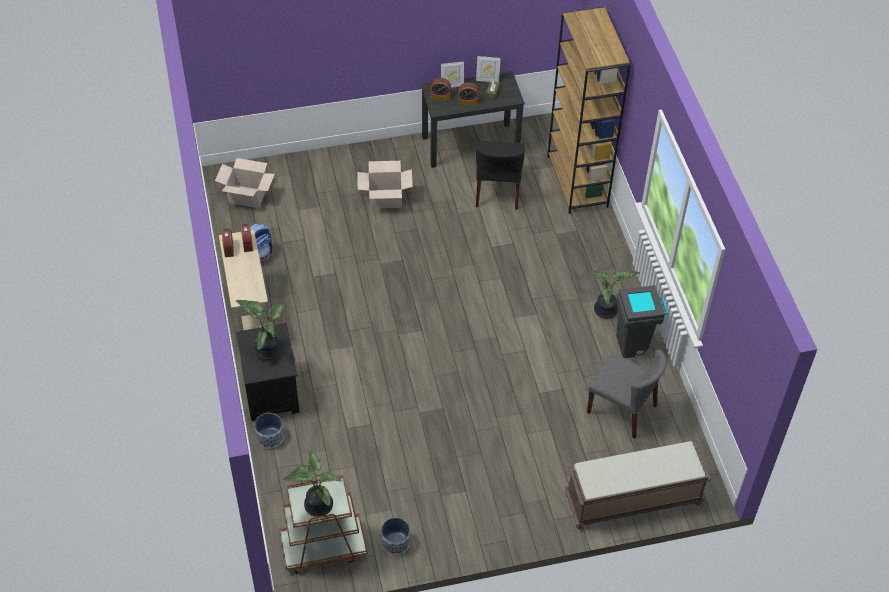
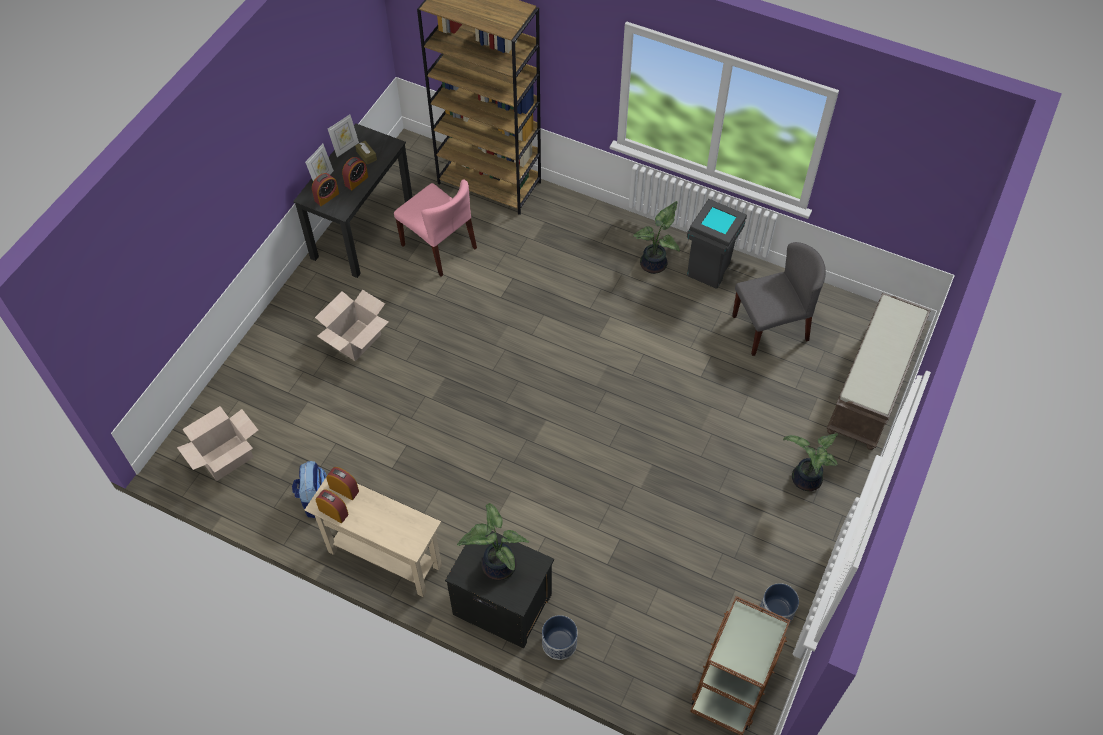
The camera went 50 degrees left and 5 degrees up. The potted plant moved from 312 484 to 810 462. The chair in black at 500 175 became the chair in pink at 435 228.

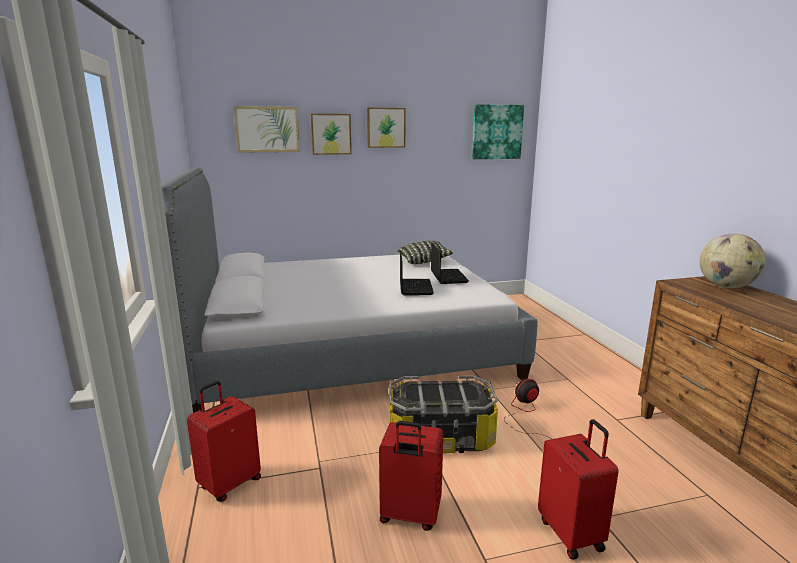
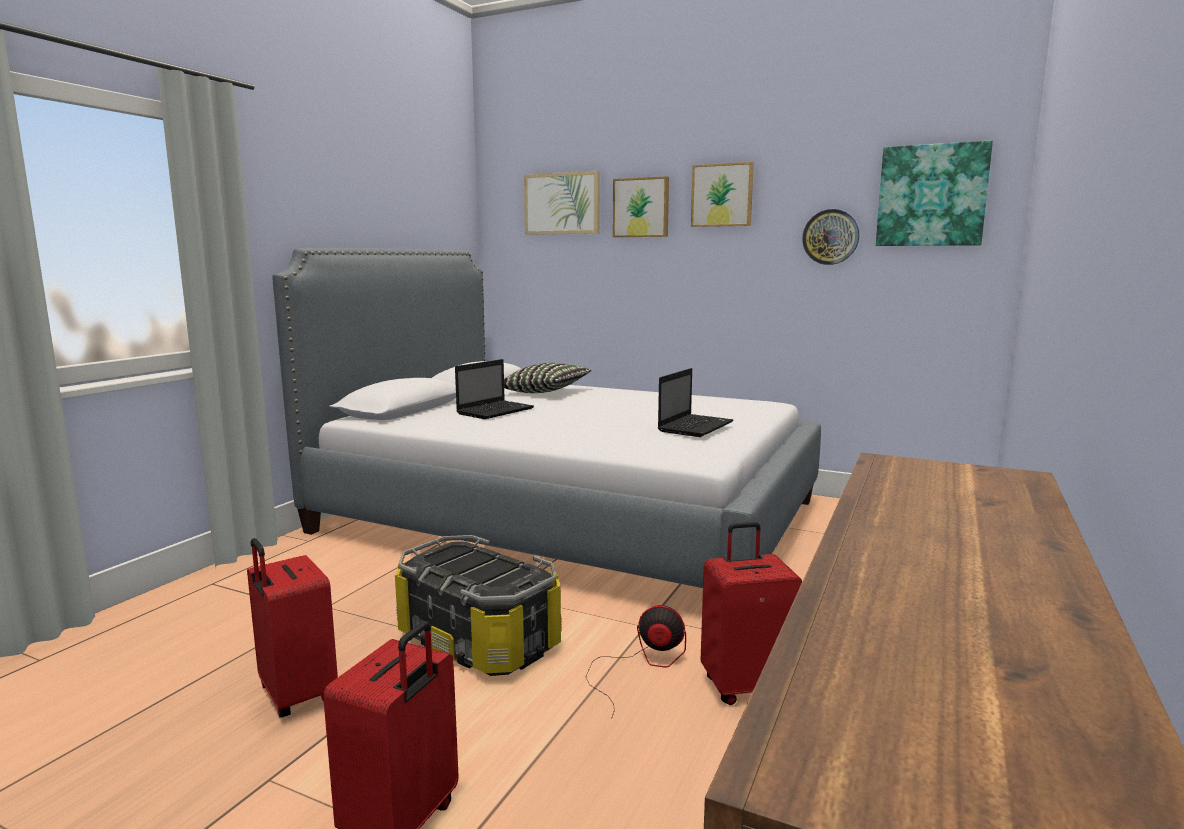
The camera went 40 degrees right and 5 degrees down. The suitcase in red moved from 224 441 to 751 613. The pillow moved from 425 252 to 548 378. The laptop moved from 417 272 to 494 389. The globe at 733 260 disappeared. The wall clock at 830 237 appeared.

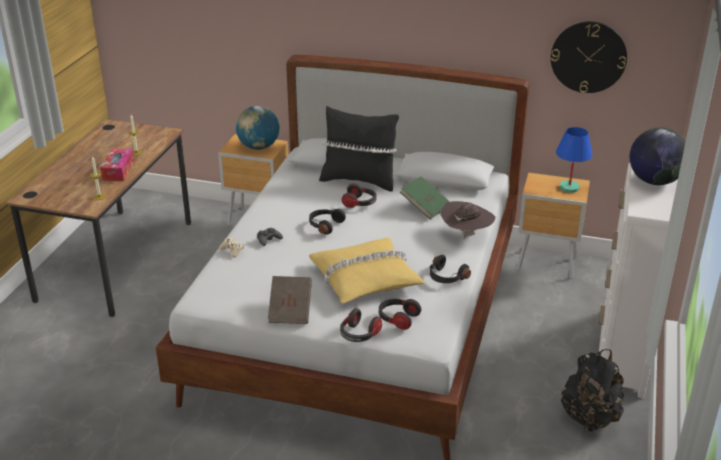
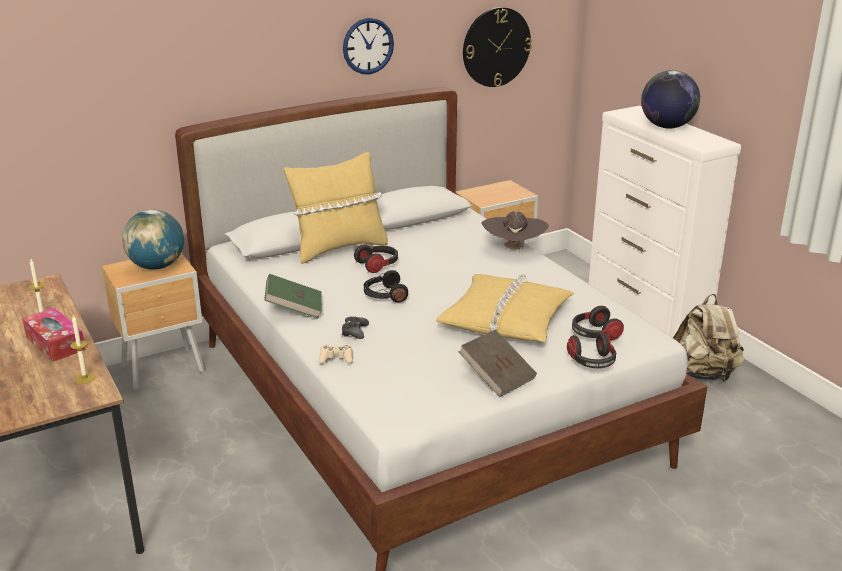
The camera went 45 degrees left and 5 degrees down. The pillow in black at 359 149 became the pillow in yellow at 336 208. The book in green moved from 425 197 to 293 296. The headphones in black at 450 269 disappeared. The table lamp in blue at 574 160 disappeared. The backpack in black at 592 390 became the backpack in beige at 708 338. The wall clock at 368 46 appeared.

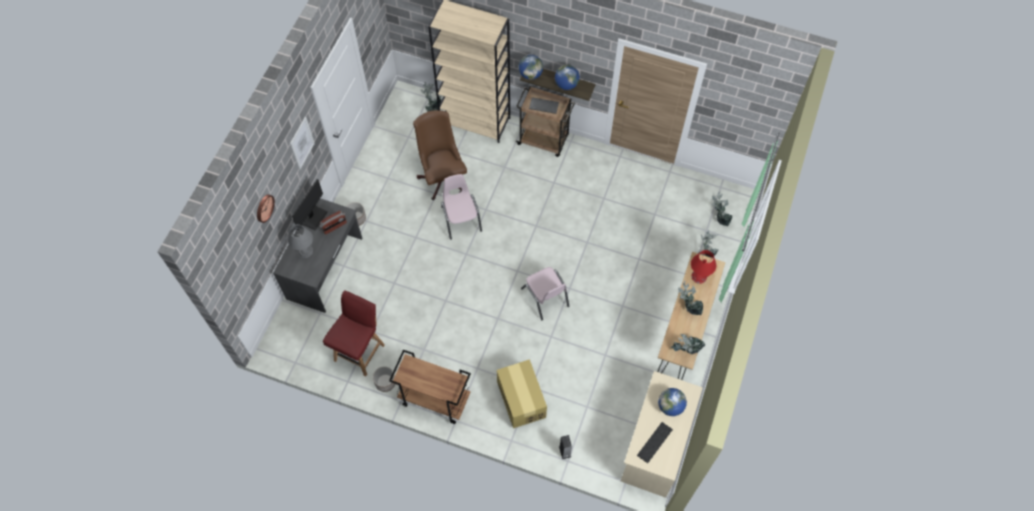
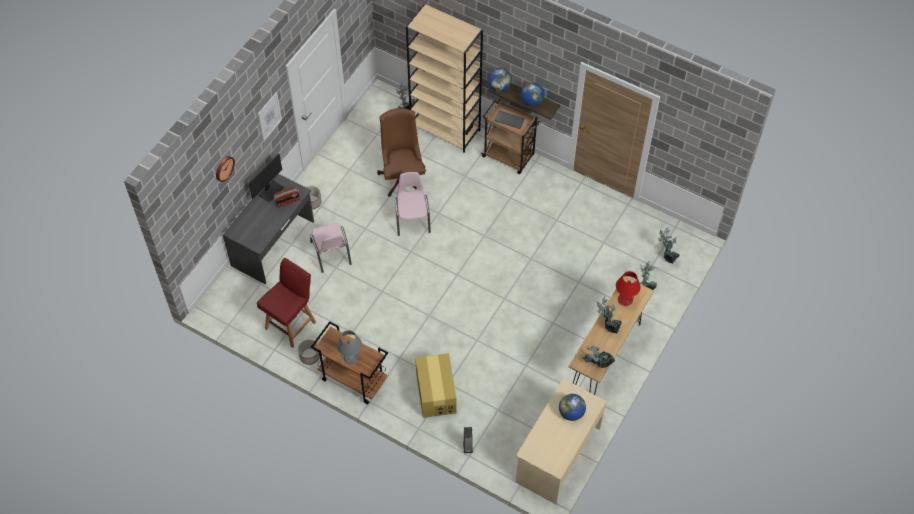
The camera went 10 degrees right and 5 degrees down. The table lamp in grey moved from 300 241 to 349 347. The chair in pink moved from 545 294 to 331 248. The keyboard at 655 442 disappeared.

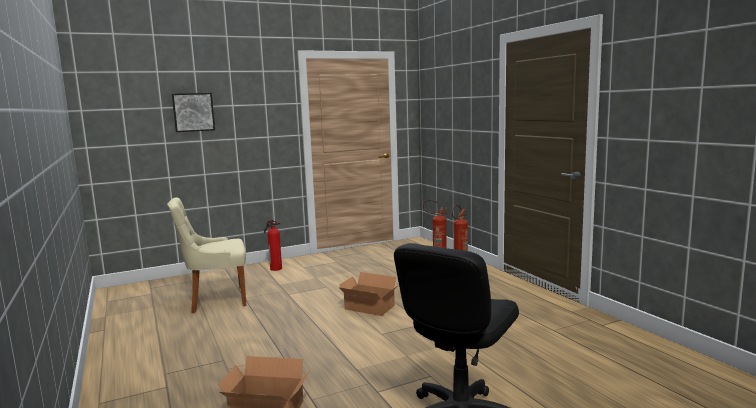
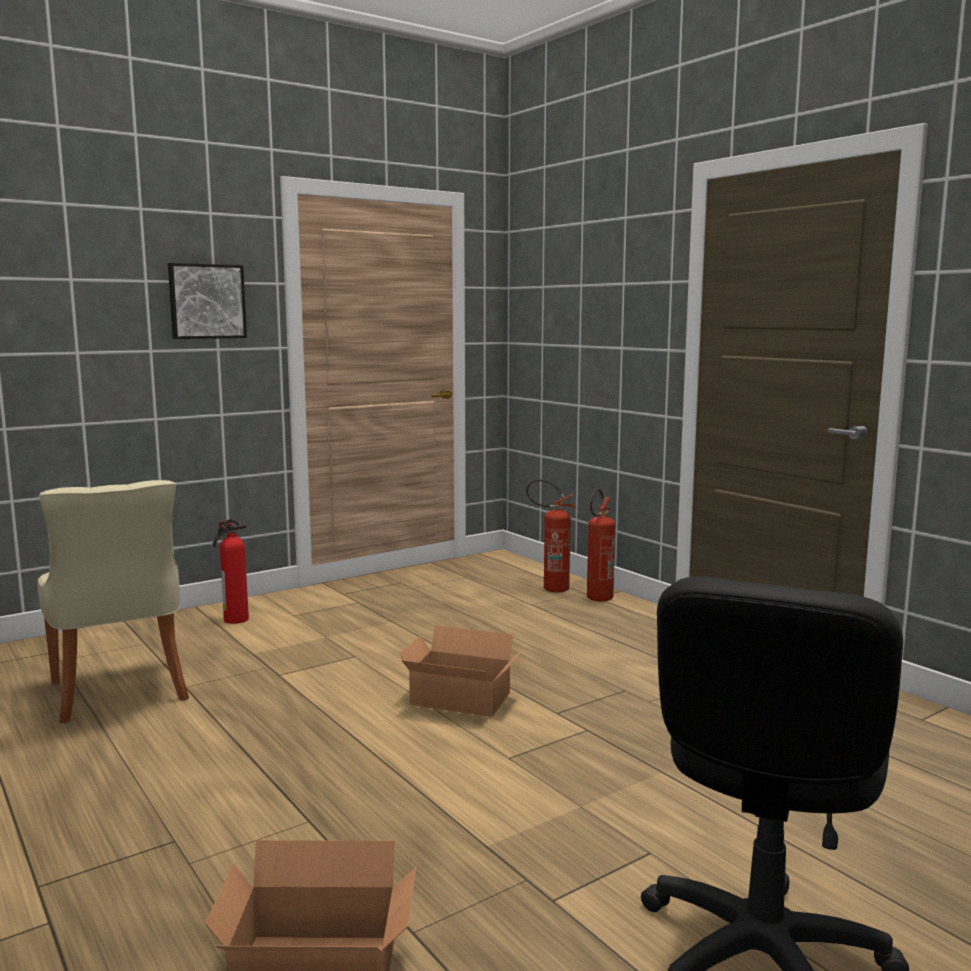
The camera went 10 degrees left and 0 degrees up. The chair in beige at 207 255 turned 90 degrees counterclockwise. The picture moved from 193 112 to 207 301.

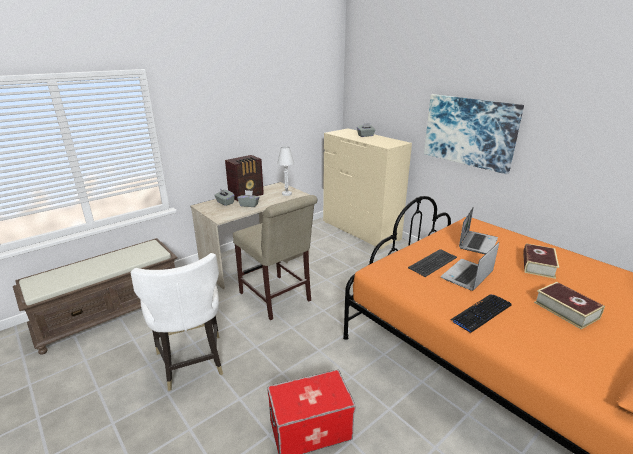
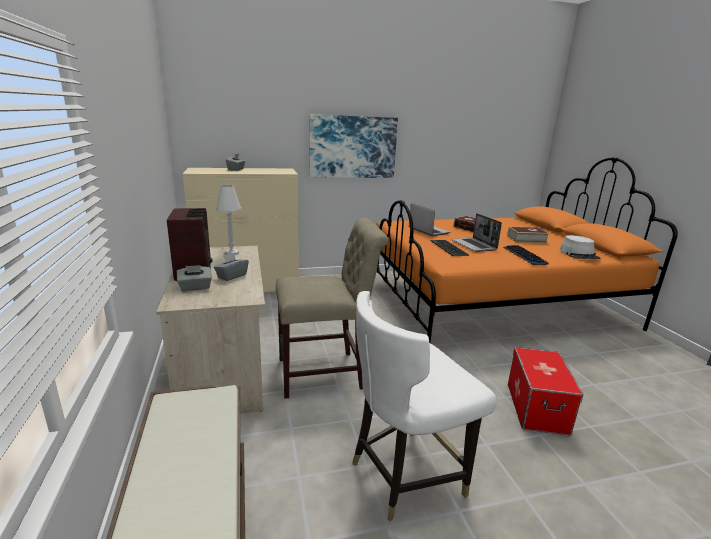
The camera went 65 degrees left and 5 degrees down. The chair in white at 177 322 turned 150 degrees clockwise. The hat in grey at 580 247 appeared.

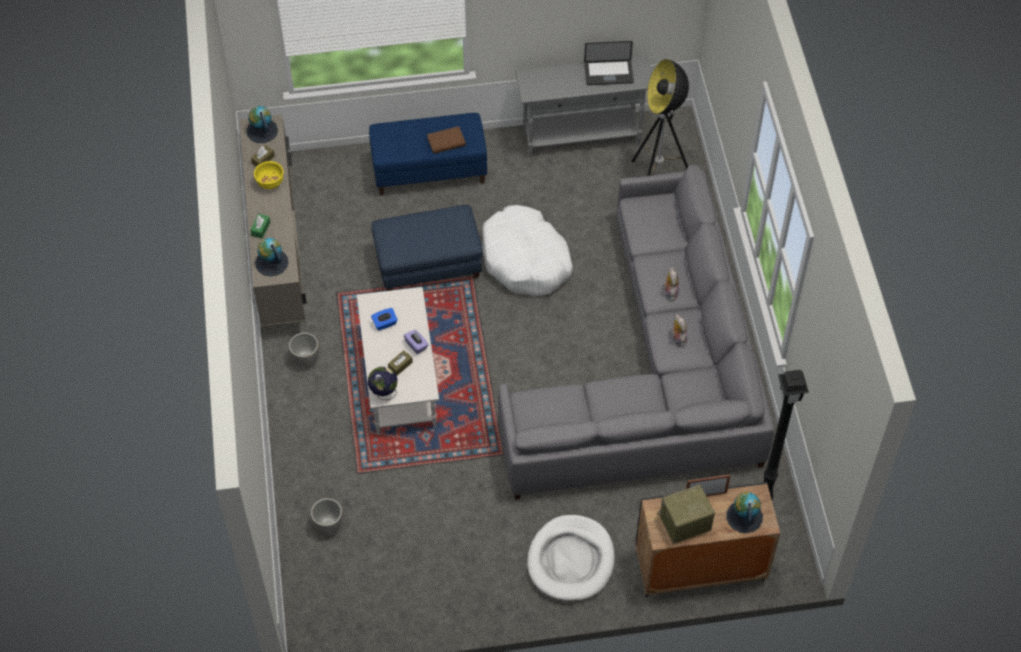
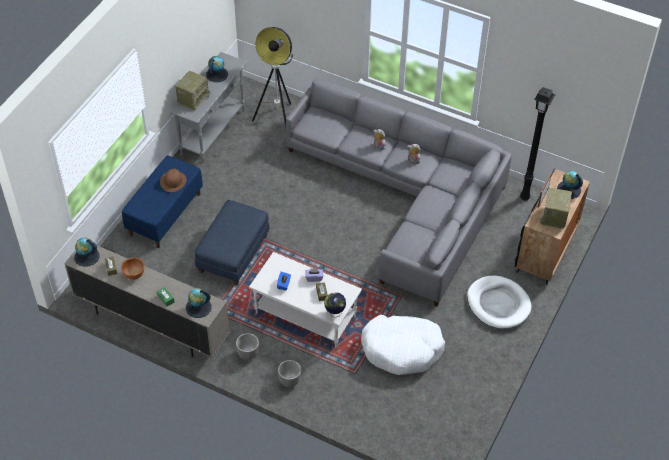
The camera went 55 degrees left and 5 degrees down. The bowl in yellow at 269 175 became the bowl in brown at 133 268. The planter moved from 327 516 to 289 373. The book in brown at 446 140 was replaced by the hat in brown at 173 180. The dog bed in white moved from 527 250 to 403 345. The laptop at 609 63 was replaced by the globe at 217 69. The radio at 192 91 appeared.

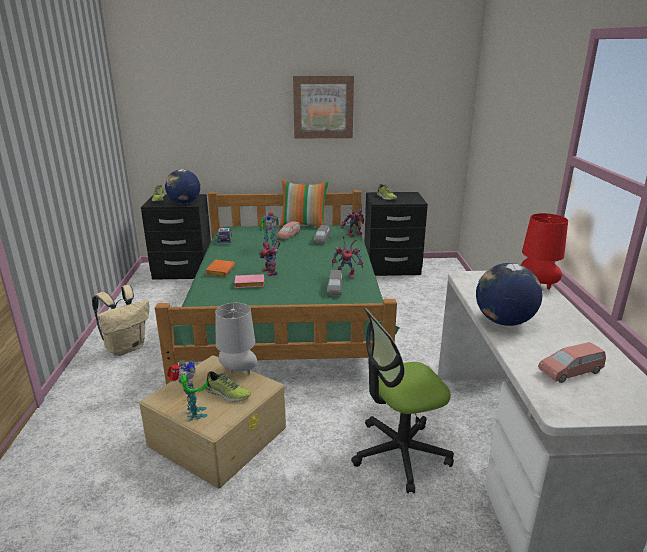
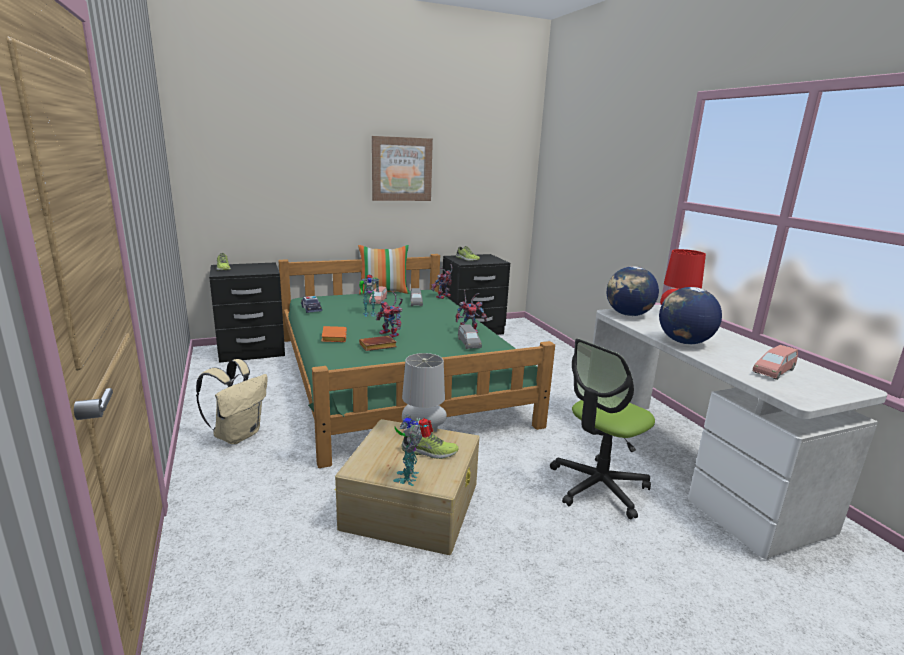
The camera went 20 degrees left and 5 degrees down. The globe moved from 182 186 to 633 291. The toy robot at 187 390 turned 135 degrees counterclockwise. The book in pink at 249 281 became the book in brown at 378 343.

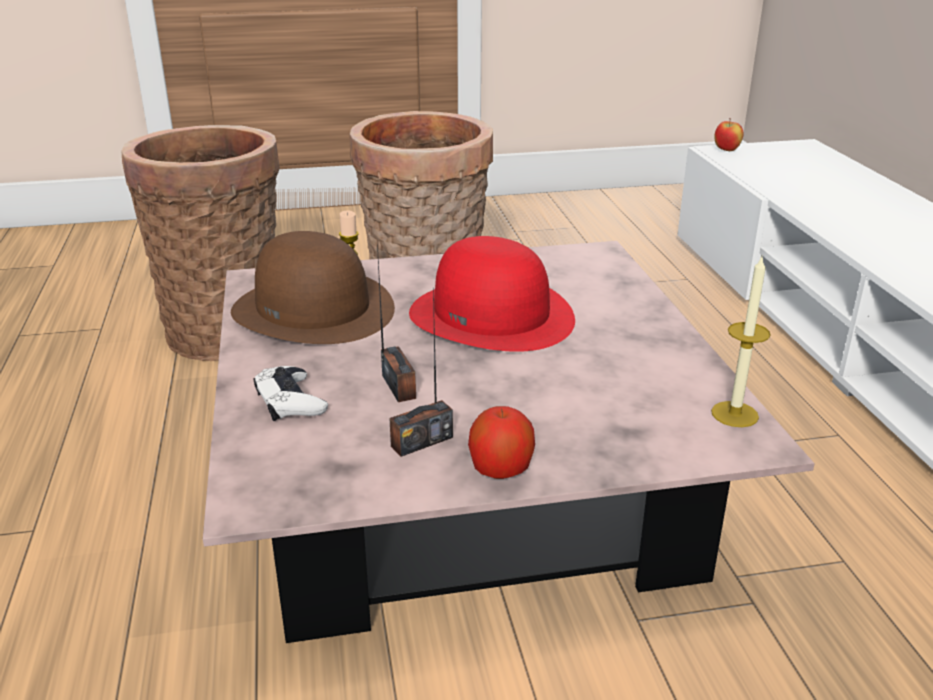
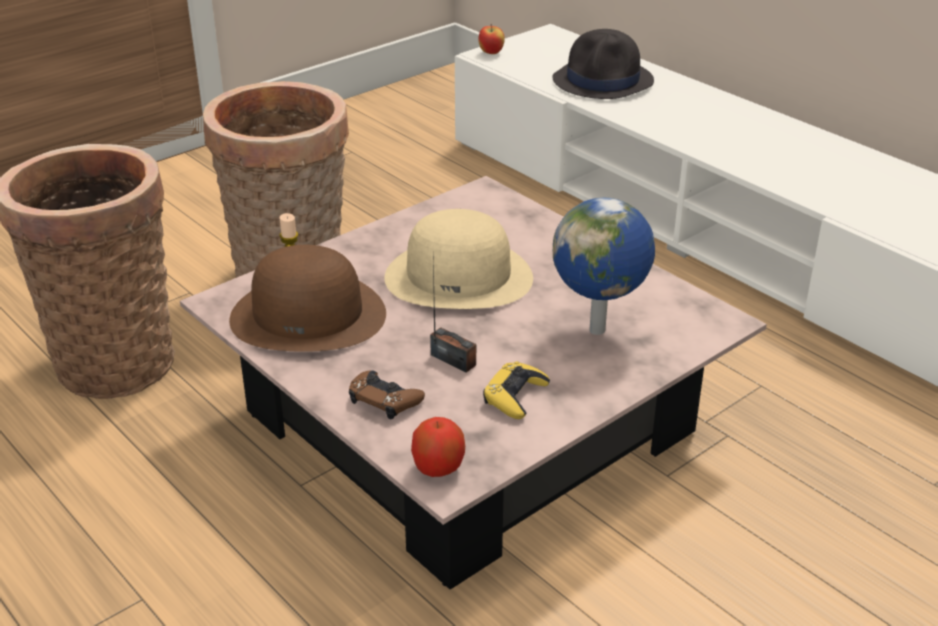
The camera went 30 degrees left and 5 degrees up. The game controller in white at 290 393 became the game controller in brown at 387 394. The radio at 421 371 was replaced by the game controller in yellow at 516 390. The hat in red at 492 294 became the hat in beige at 458 259. The apple moved from 501 442 to 438 447. The candle at 741 342 disappeared. The hat in black at 603 64 appeared. The globe at 604 266 appeared.

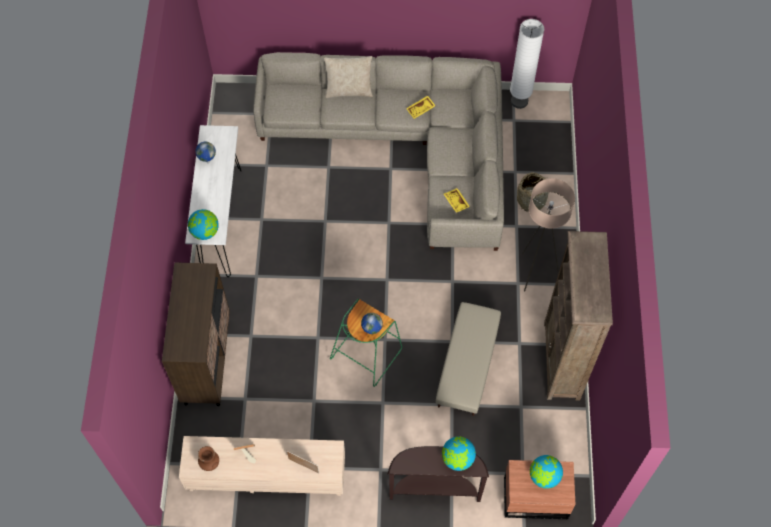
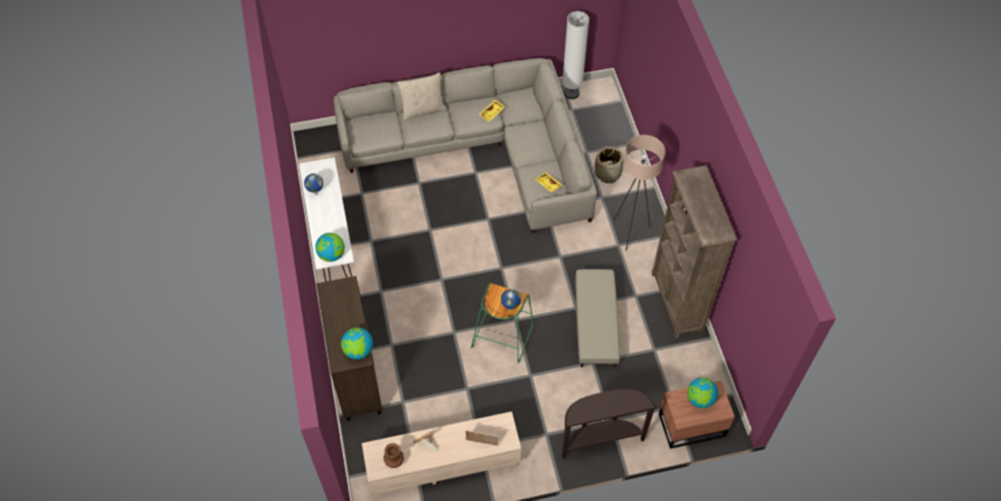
The camera went 15 degrees left and 5 degrees down. The globe moved from 459 453 to 357 343.

